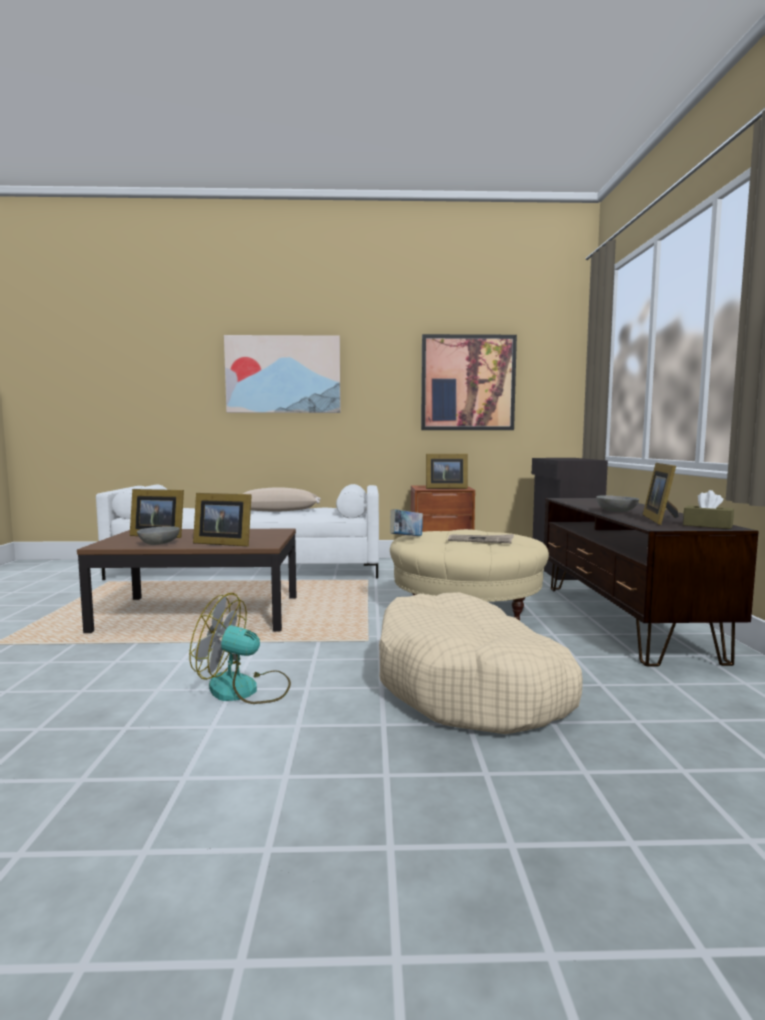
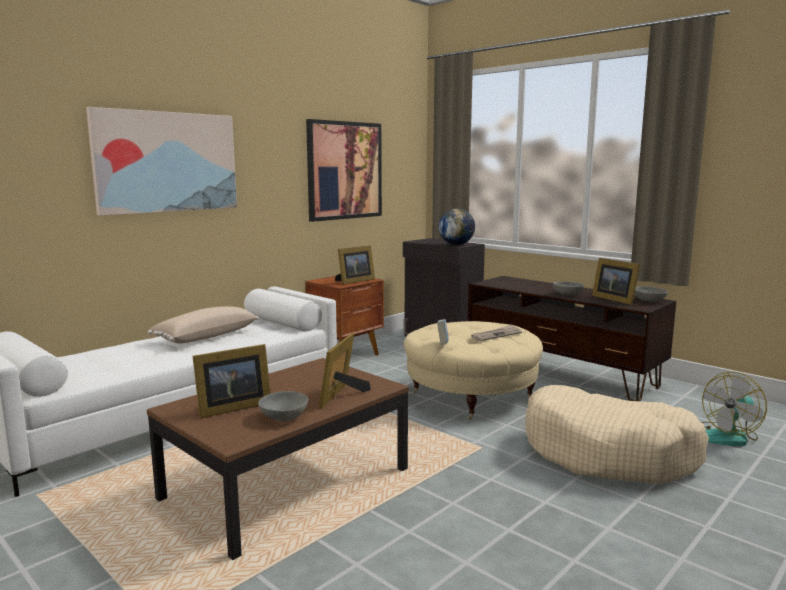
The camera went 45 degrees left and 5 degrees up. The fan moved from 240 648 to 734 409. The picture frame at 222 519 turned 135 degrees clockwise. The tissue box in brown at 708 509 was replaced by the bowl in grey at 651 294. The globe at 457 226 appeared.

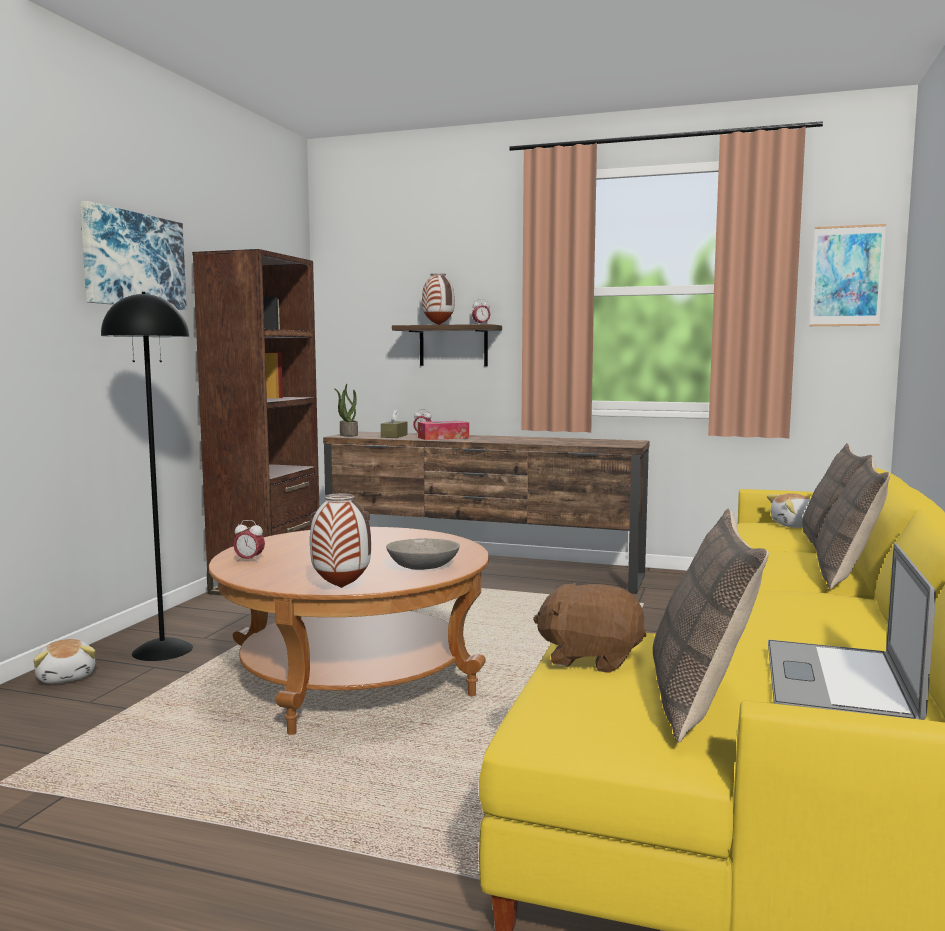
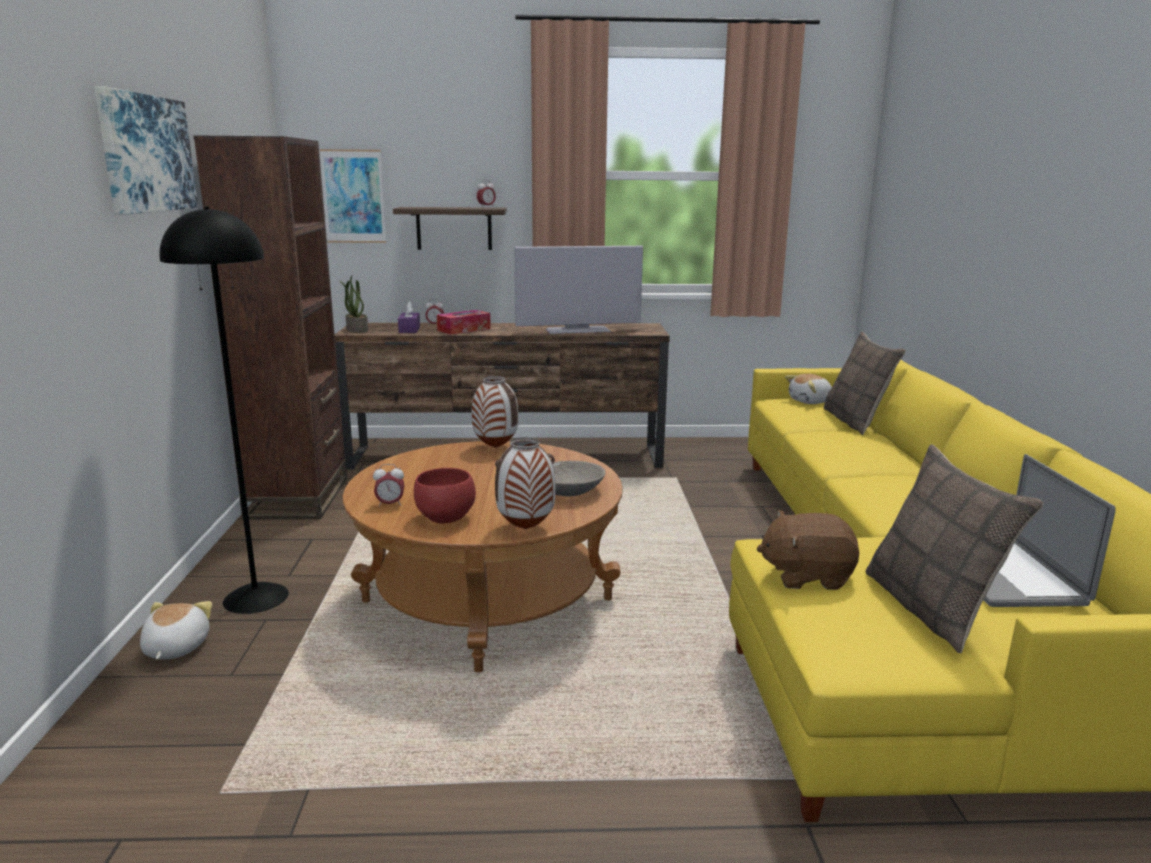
The camera went 20 degrees left and 10 degrees up. The plush toy at 64 661 turned 135 degrees counterclockwise. The tissue box in brown at 394 423 became the tissue box in purple at 409 317. The vase moved from 438 299 to 495 412. The picture moved from 848 275 to 353 196. The pillow at 853 523 disappeared. The bowl in red at 445 495 appeared. The television at 578 290 appeared.

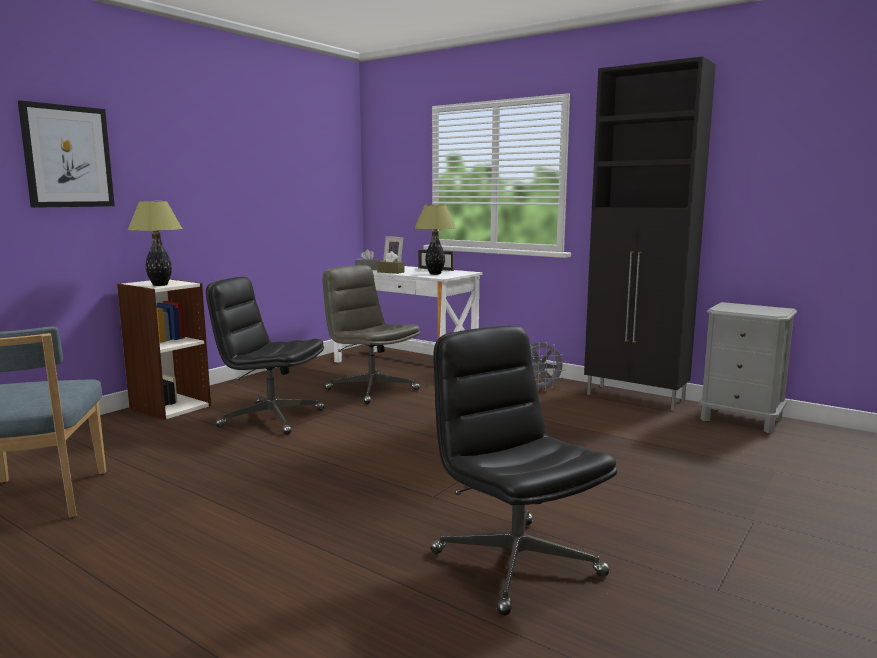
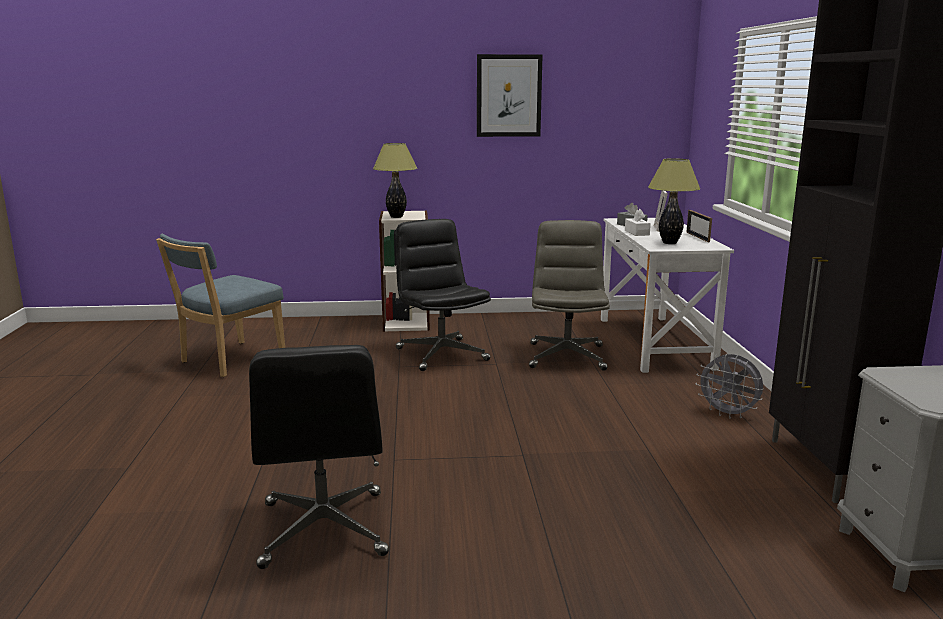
The camera went 50 degrees right and 5 degrees up. The picture moved from 66 154 to 510 95. The tissue box in brown at 391 262 became the tissue box in white at 638 222. The office chair in black at 524 470 turned 150 degrees clockwise.

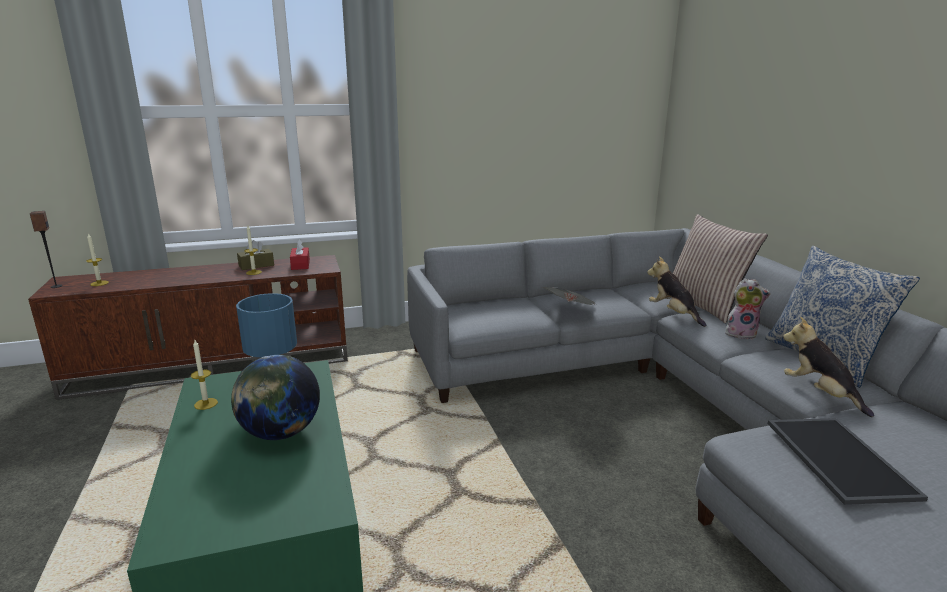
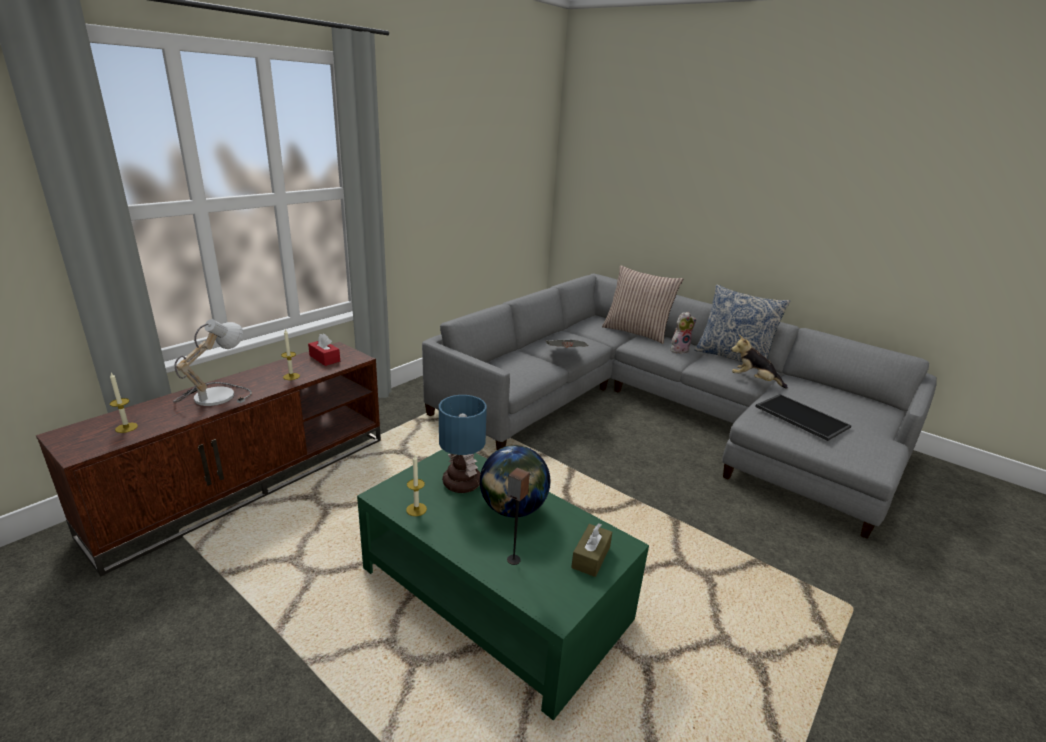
The camera went 35 degrees left and 5 degrees up. The speaker moved from 46 249 to 518 516. The tissue box in brown moved from 255 255 to 591 550. The plush toy at 676 291 disappeared. The table lamp at 212 362 appeared.

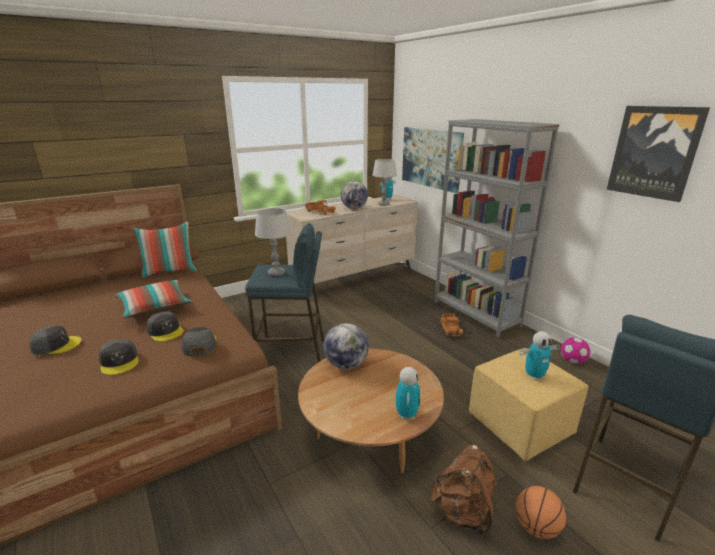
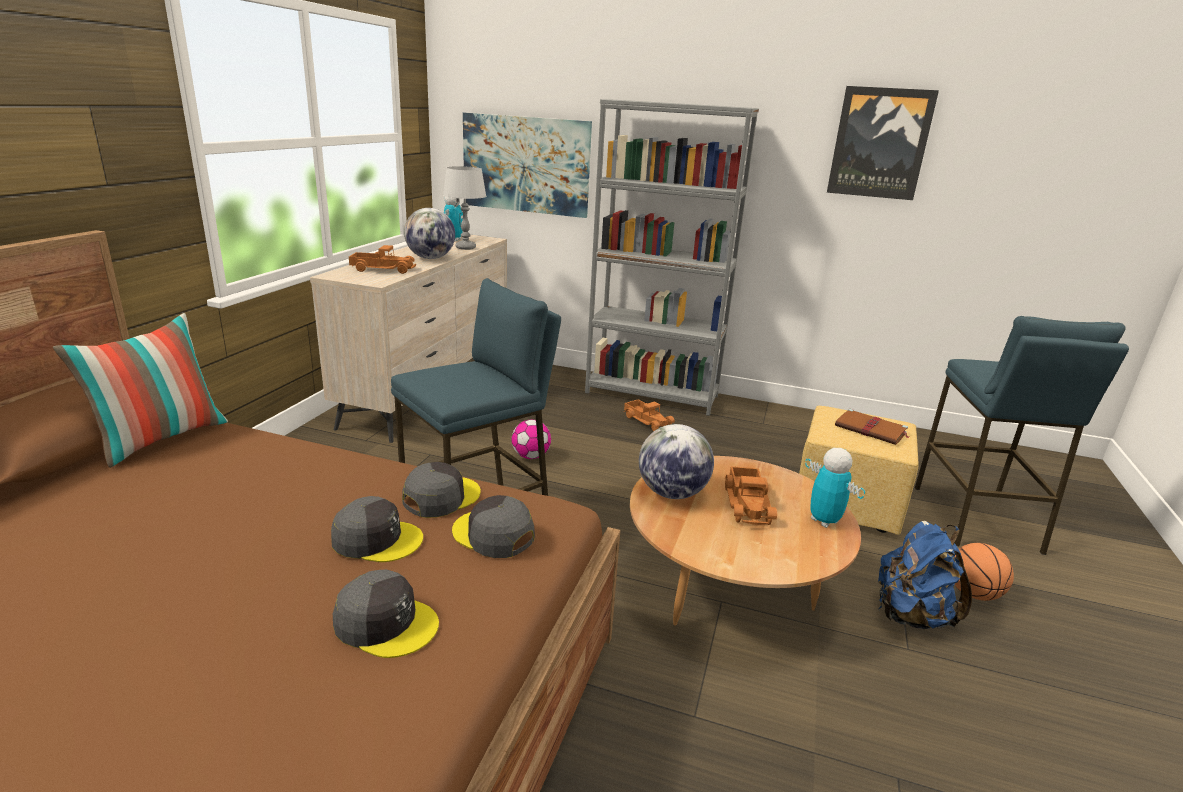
The camera went 40 degrees left and 0 degrees up. The cap in grey moved from 55 340 to 441 490. The pillow at 153 299 disappeared. The table lamp in grey at 273 242 disappeared. The backpack in brown at 464 490 became the backpack in blue at 925 575. The toy robot at 540 355 was replaced by the book in brown at 872 427. The football moved from 575 350 to 531 439. The toy truck at 751 495 appeared.

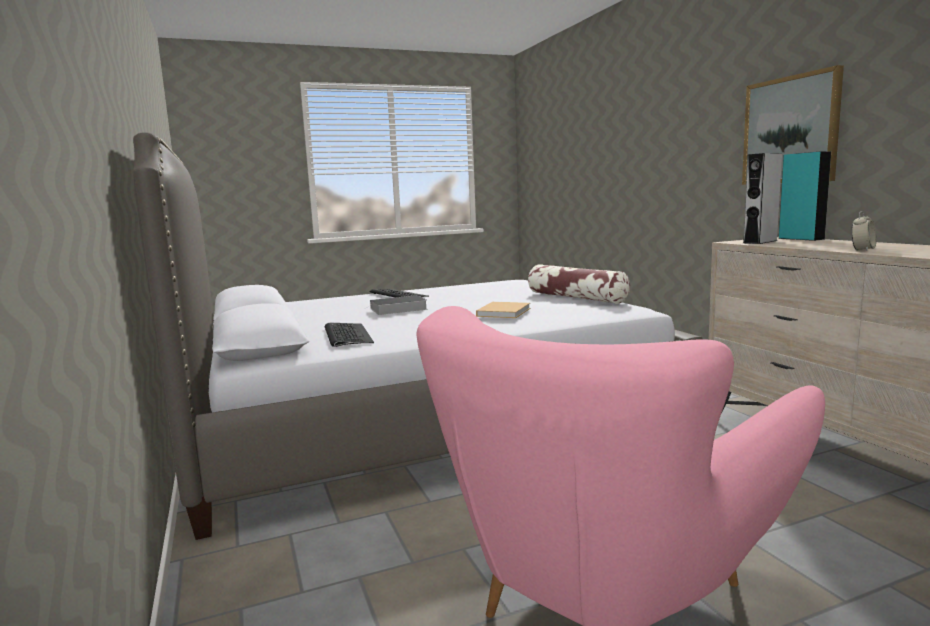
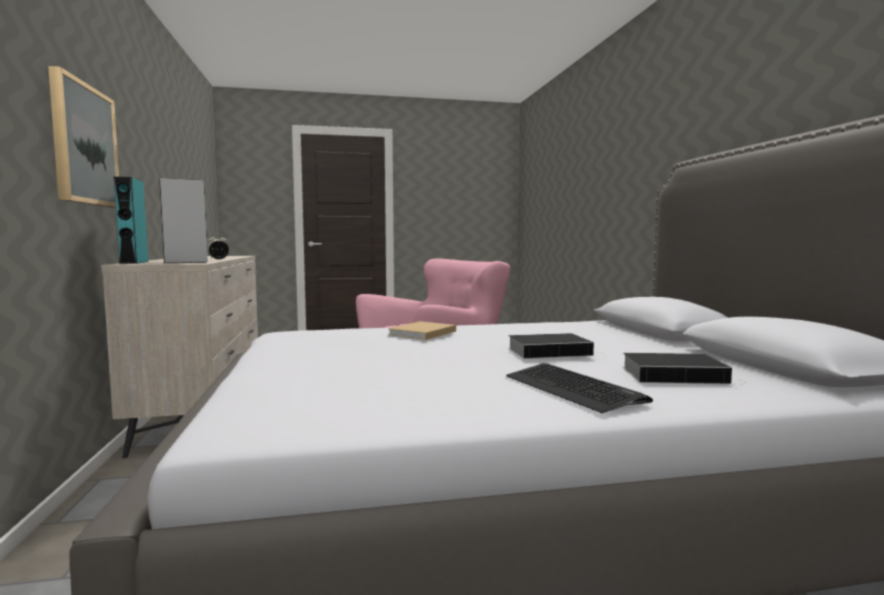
The camera went 170 degrees left and 5 degrees down. The keyboard at 349 335 disappeared. The pillow at 579 284 disappeared. The book at 684 368 appeared.

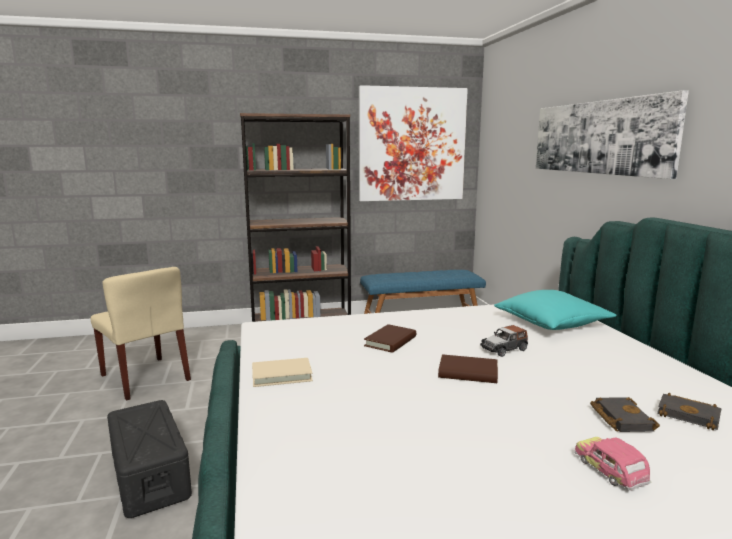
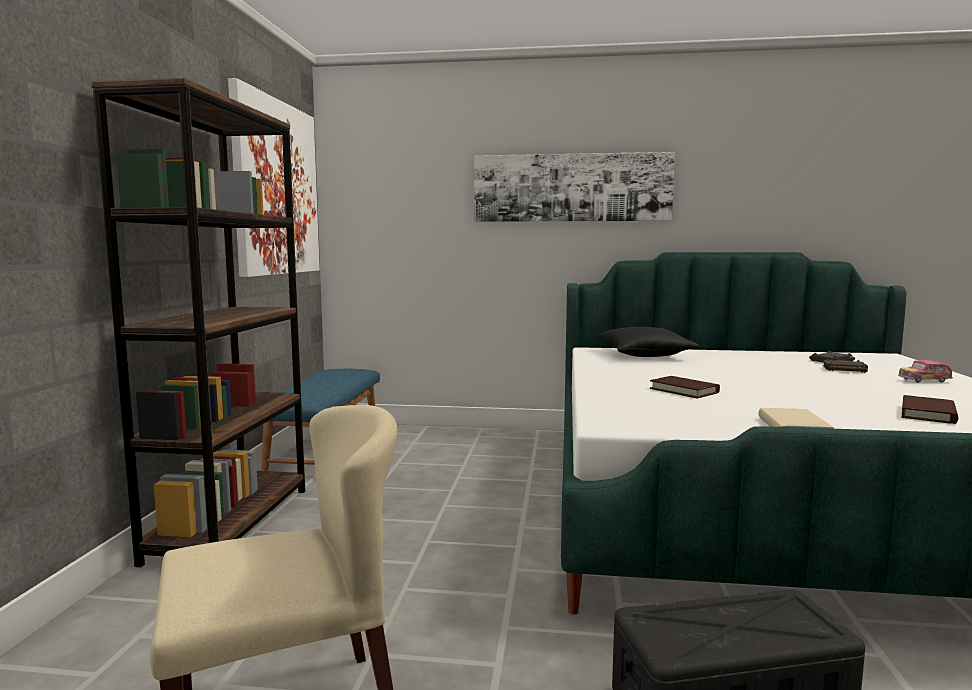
The camera went 70 degrees left and 5 degrees down. The book in brown moved from 468 368 to 930 409. The toy car at 504 341 disappeared. The pillow in turquoise at 555 310 became the pillow in black at 648 342.

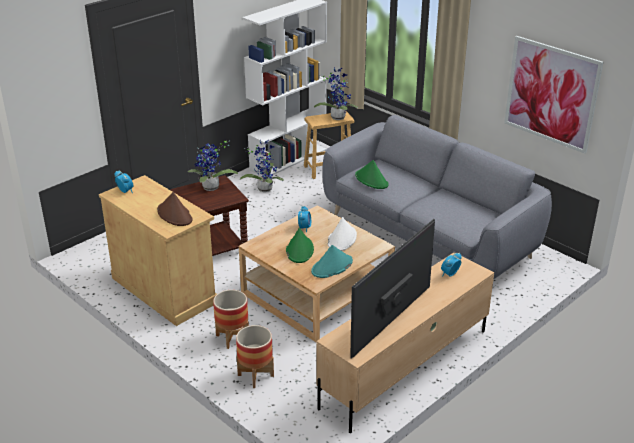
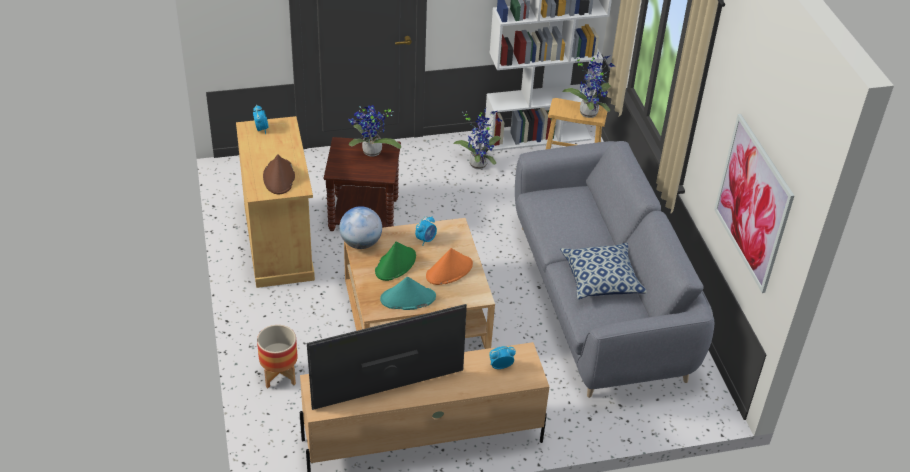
The camera went 30 degrees right and 10 degrees up. The planter at 231 319 disappeared. The hat in white at 342 234 became the hat in orange at 449 266. The hat in green at 372 174 disappeared. The globe at 360 227 appeared. The pillow at 603 271 appeared.

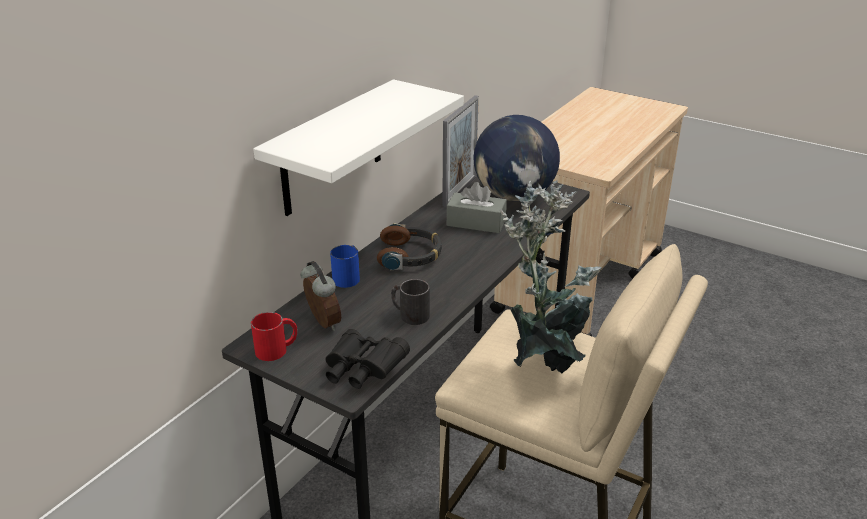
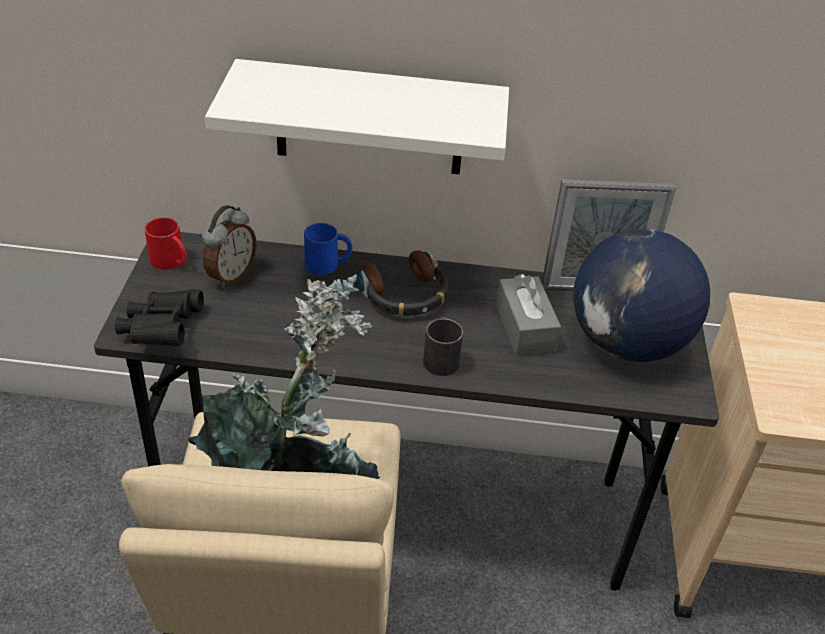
The camera went 60 degrees right and 10 degrees up. The mug in black moved from 410 302 to 443 346.

